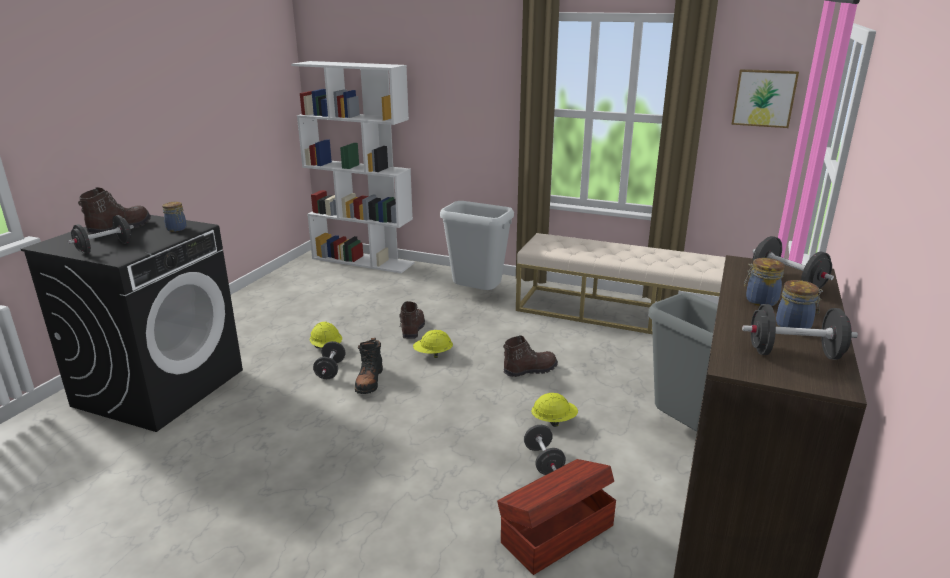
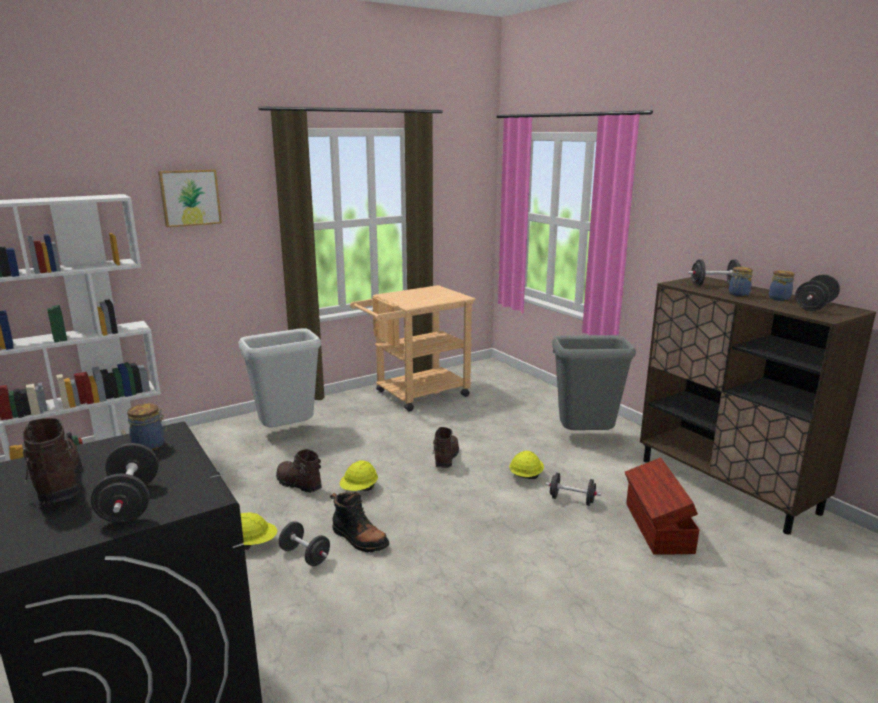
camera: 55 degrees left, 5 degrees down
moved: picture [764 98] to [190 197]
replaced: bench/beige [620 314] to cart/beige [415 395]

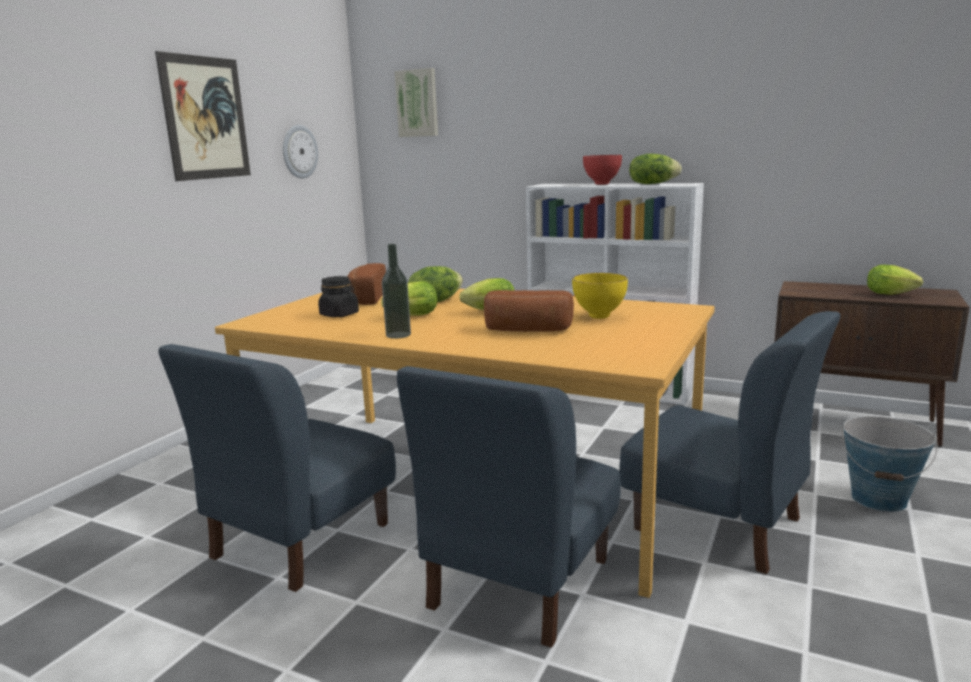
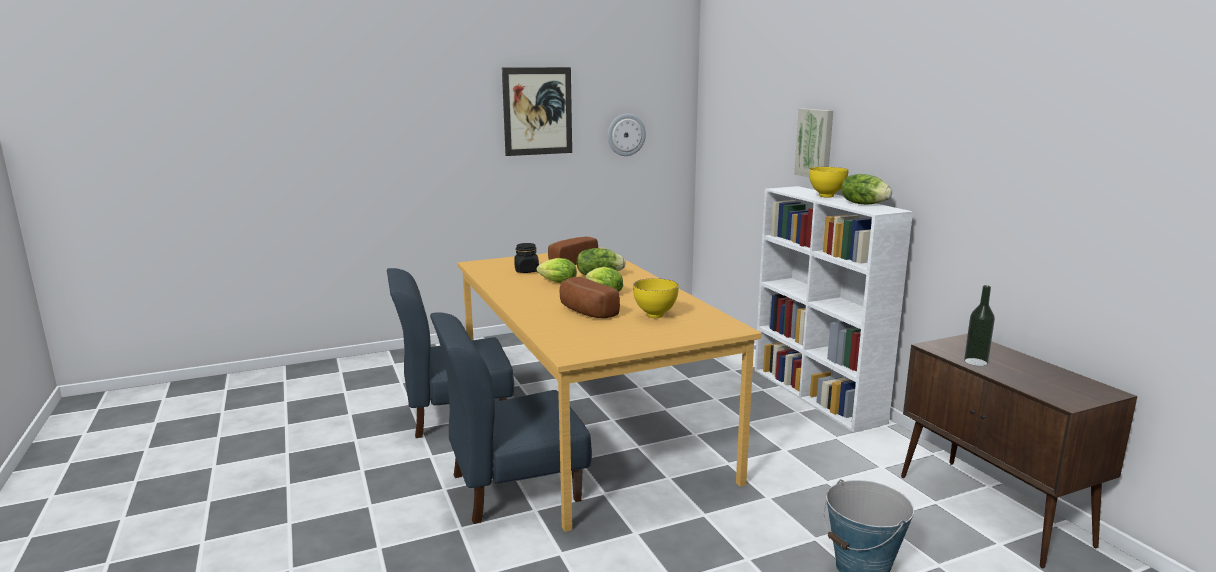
camera: 40 degrees right, 0 degrees up
removed: chair/blue [718 524]; lettuce [892 294]
moved: bottle [398 335] to [975 362]; picture [418 103] to [815 143]
recoloured: bowl/red [602 184] to bowl/yellow [827 196]

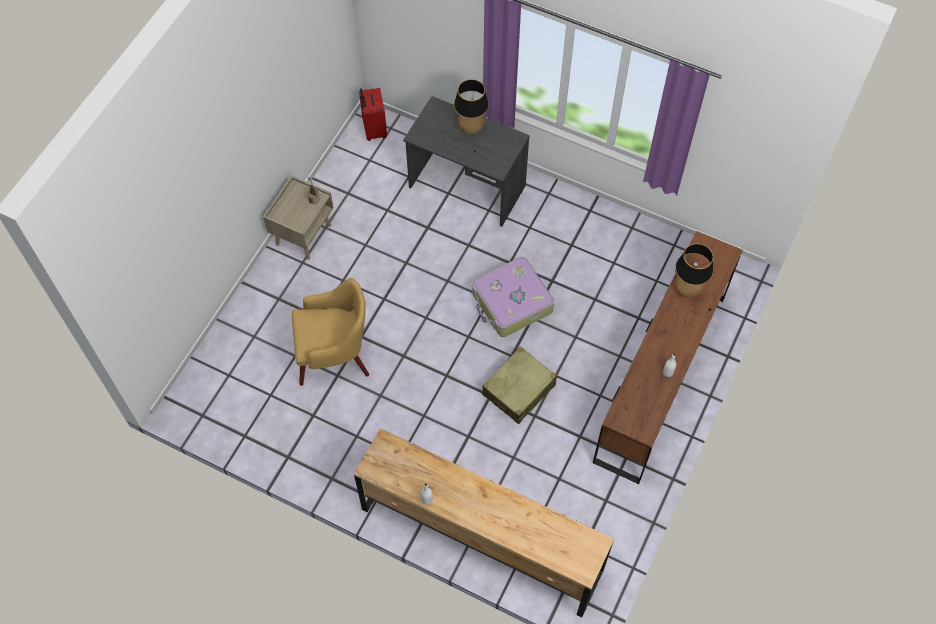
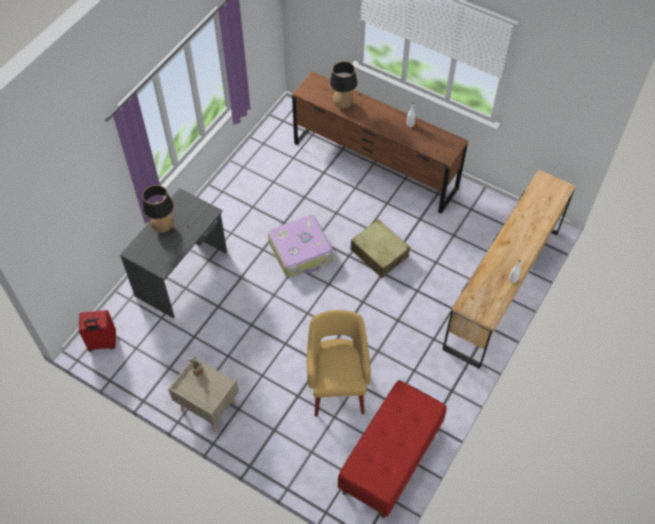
camera: 85 degrees left, 5 degrees down
added: bench/red [390 460]

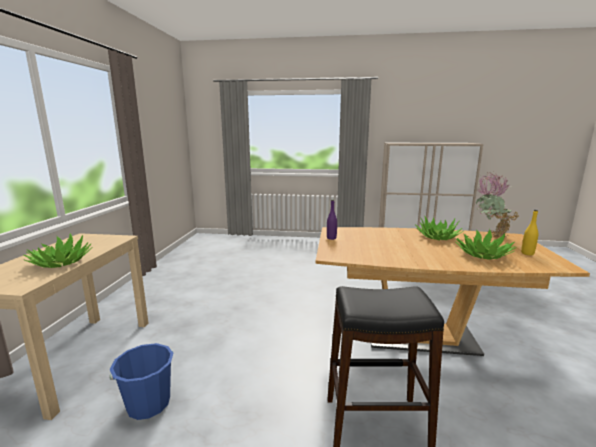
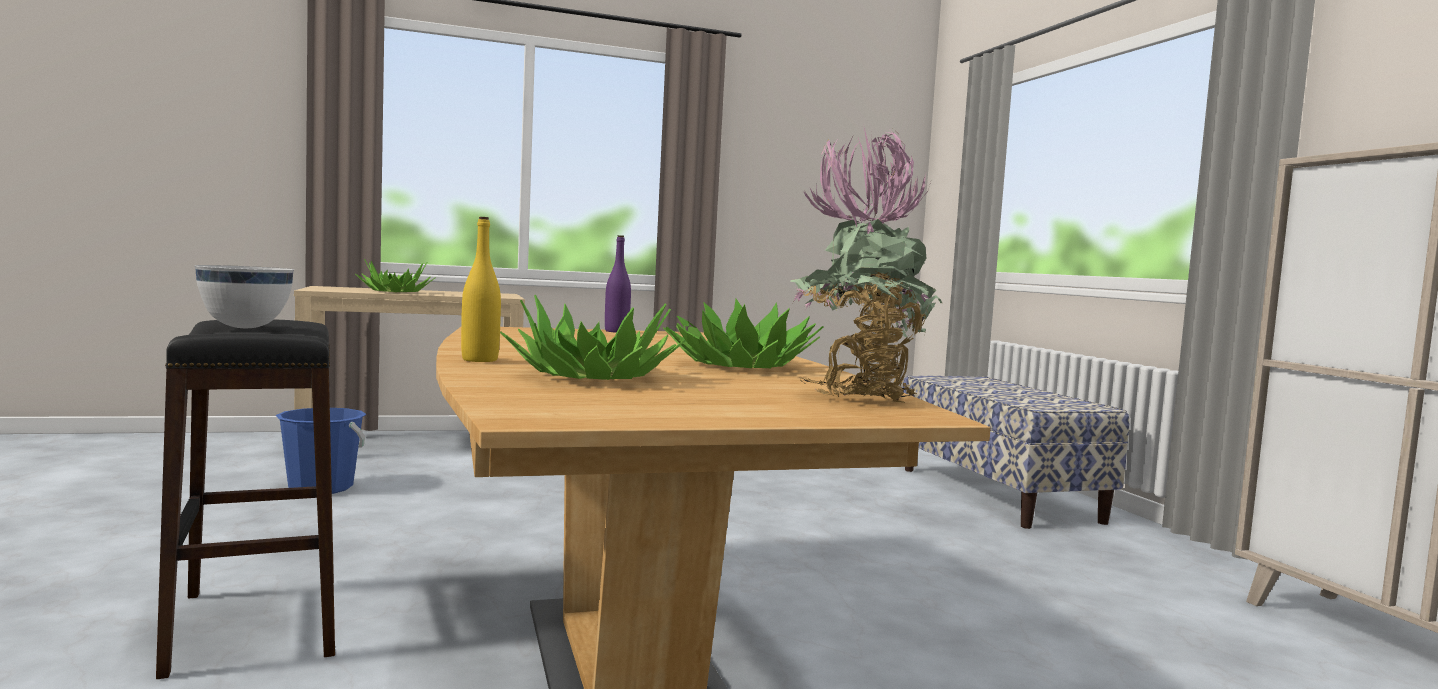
camera: 65 degrees right, 10 degrees down
added: bowl/white [246 328]; bench [997 494]
moved: bottle/yellow [527 253] to [480 360]

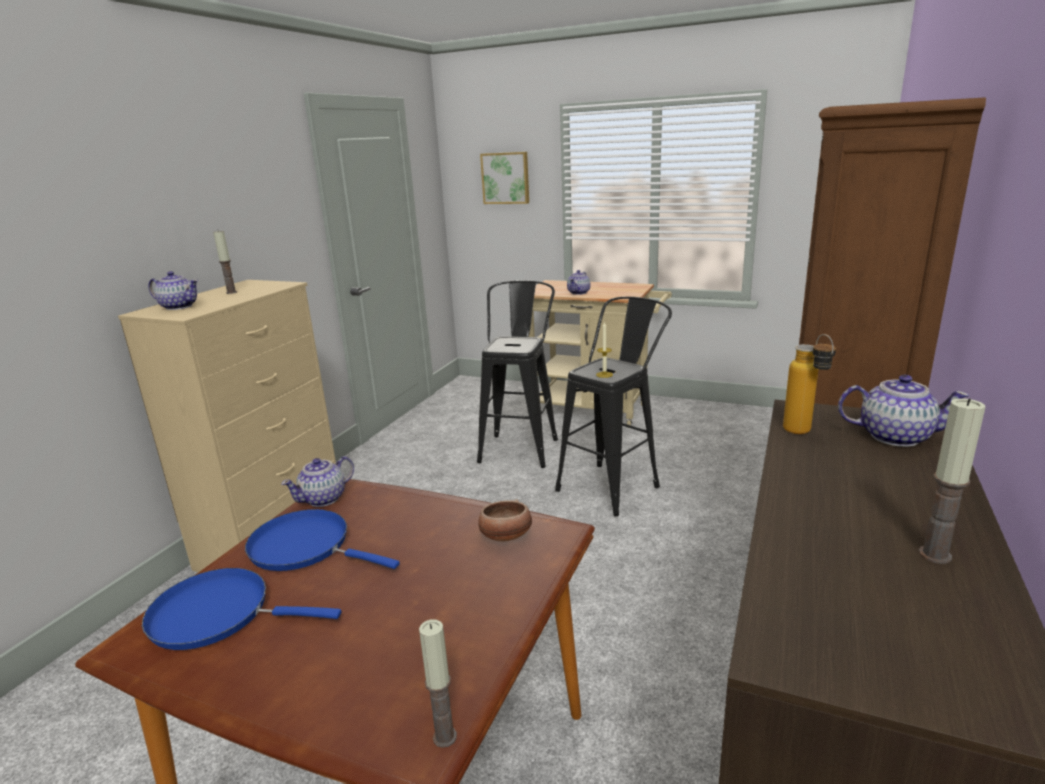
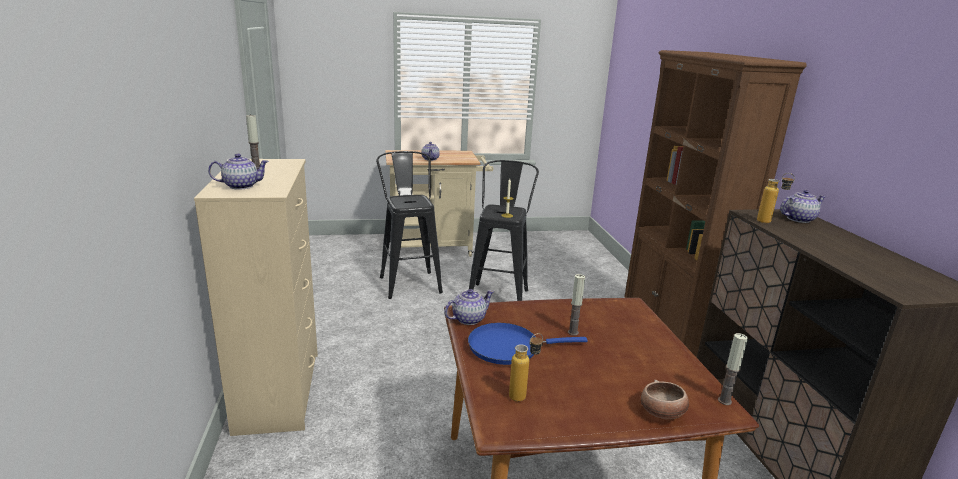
camera: 35 degrees left, 0 degrees up
removed: picture [506 178]
moved: bowl [505 536] to [662 413]; candle [935 555] to [573 332]
replaced: frying pan/blue [218 614] to bottle [523 395]
turned: teapot [324 498] = [468 319] 135 degrees counterclockwise

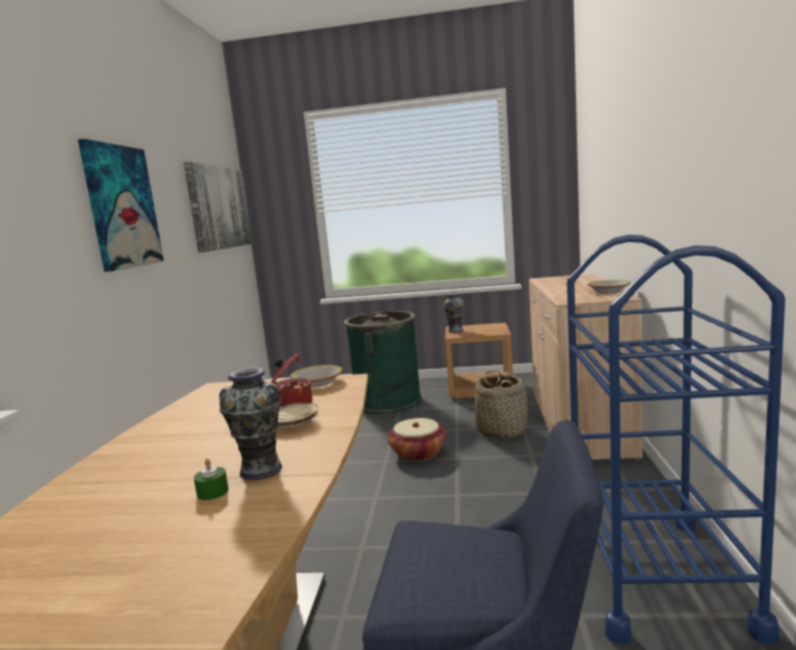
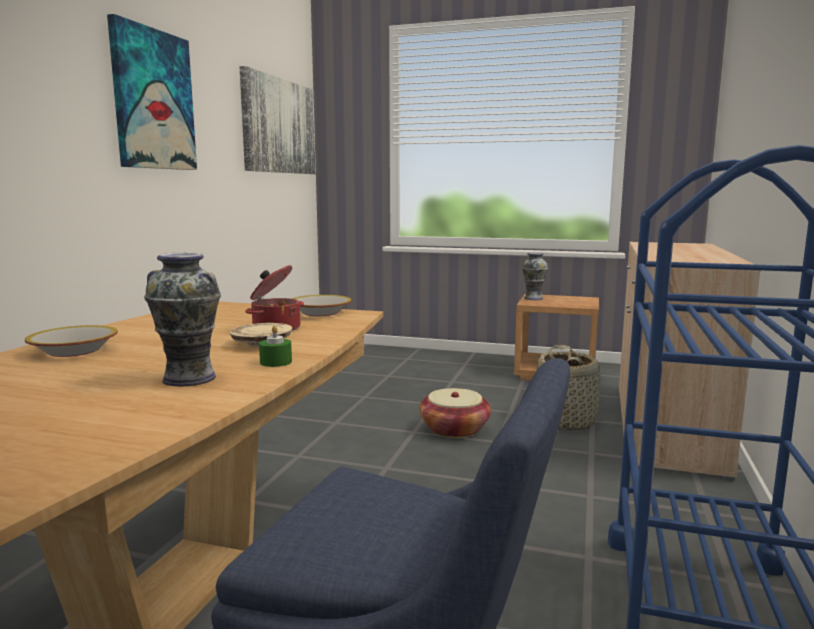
camera: 10 degrees right, 0 degrees up
removed: trash can/green [388 402]
moved: candle/green [212 492] to [276 362]; bowl [609 291] to [74 351]

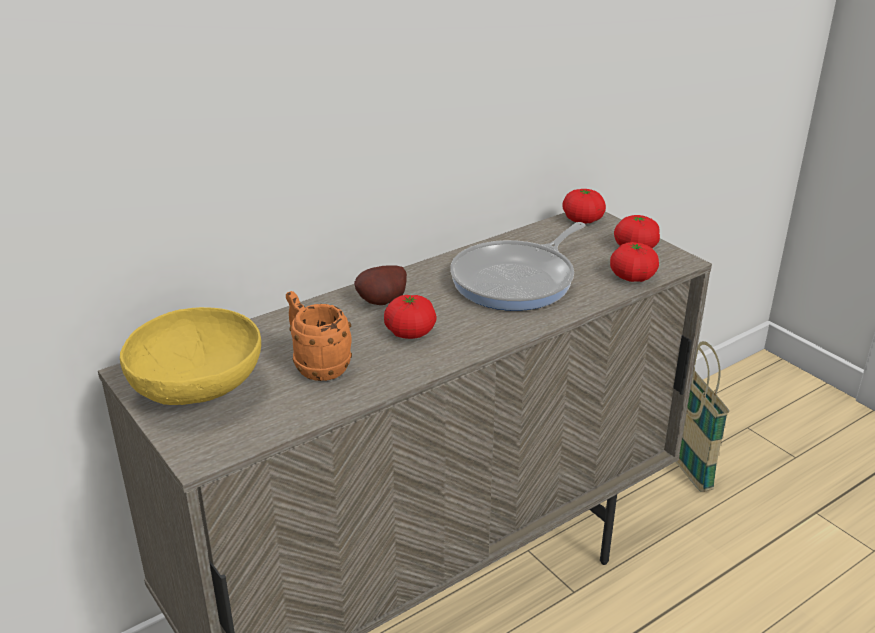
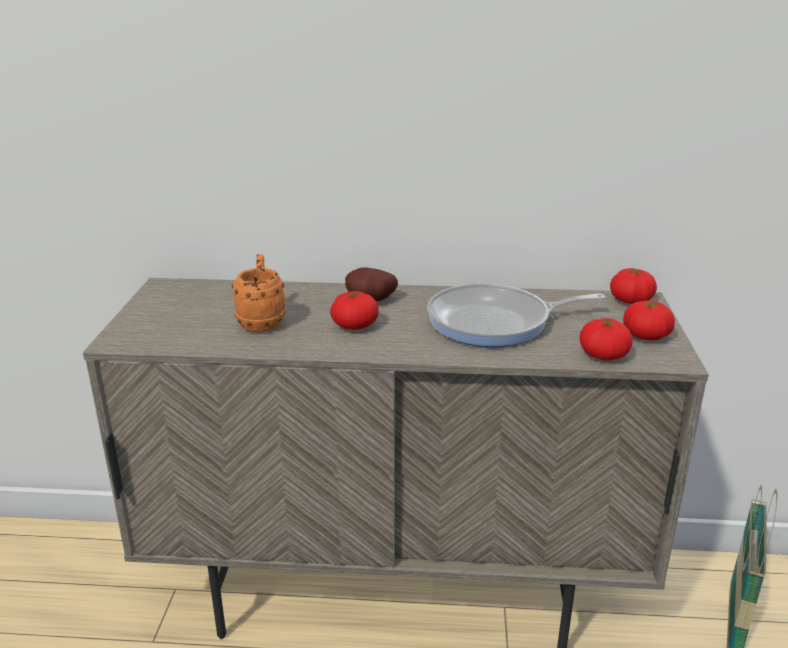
camera: 40 degrees right, 5 degrees down
removed: bowl/yellow [199 390]

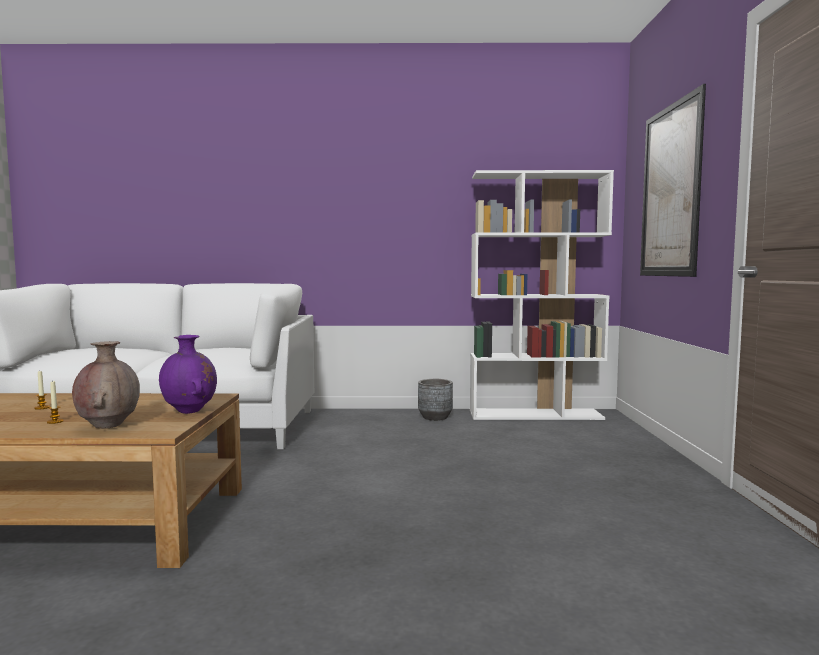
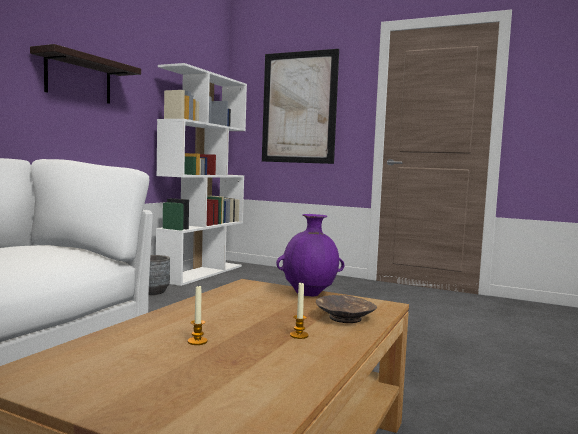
camera: 65 degrees left, 0 degrees up
added: shelf [78 78]
replaced: vase/brown [108 426] to bowl/brown [344 318]

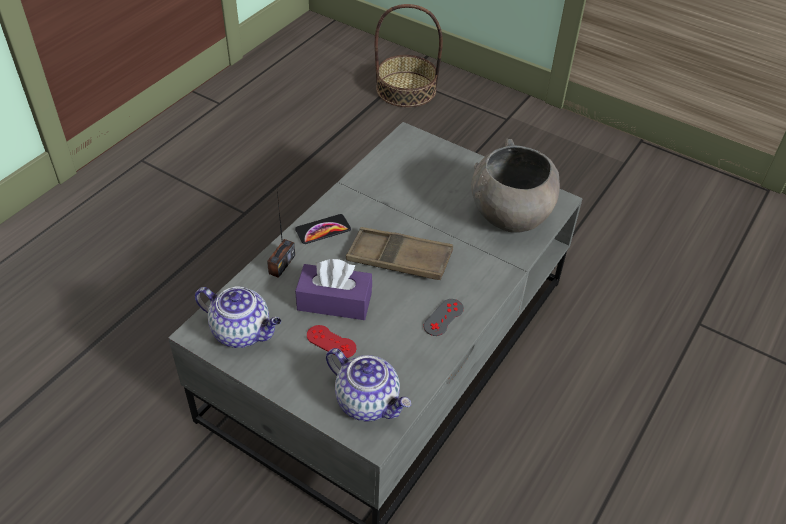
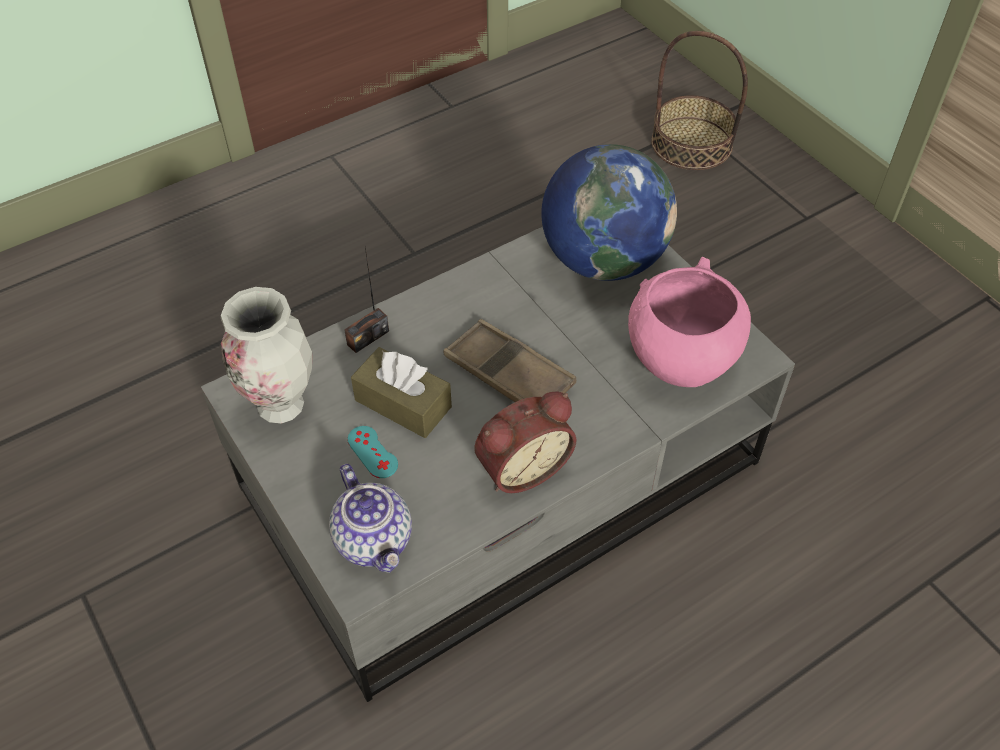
camera: 25 degrees right, 5 degrees up
removed: phone [323 230]
added: globe [603 260]
replaced: teapot [243 332] to vase [281 407]; game controller/grey [443 317] to alarm clock [521 466]
recoloured: tissue box/purple [334 301] to tissue box/brown [403 403]; game controller/red [331 342] to game controller/turquoise [372 452]; bowl/grey [509 216] to bowl/pink [680 360]

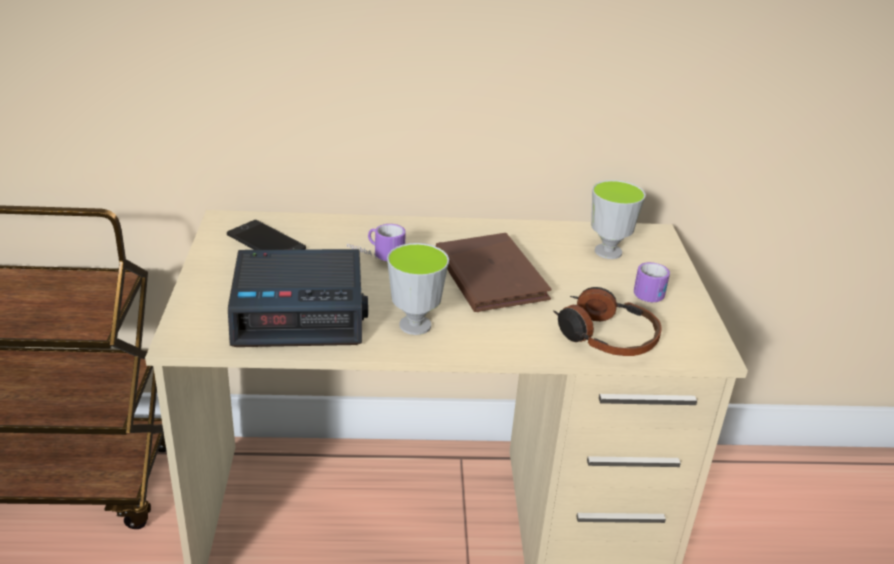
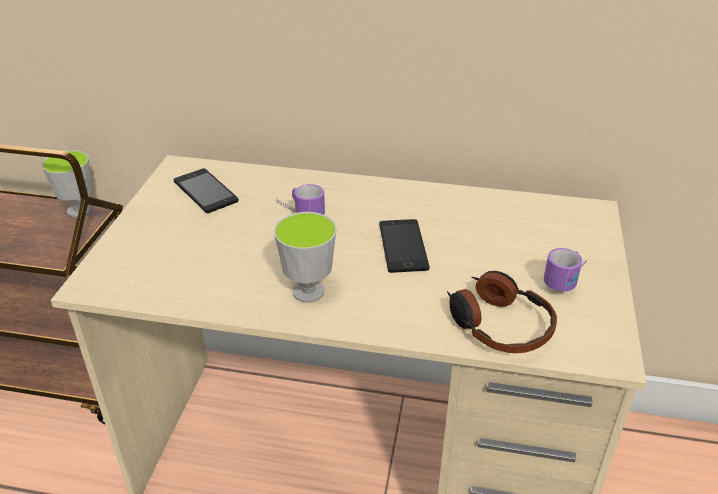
camera: 15 degrees right, 5 degrees up
removed: alarm clock [300 311]
moved: cup [608 252] to [79 210]
replaced: book/brown [490 277] to phone [403 246]

